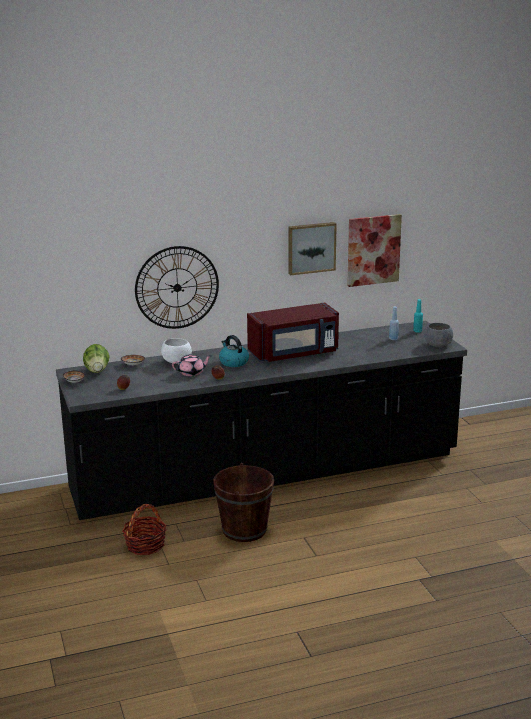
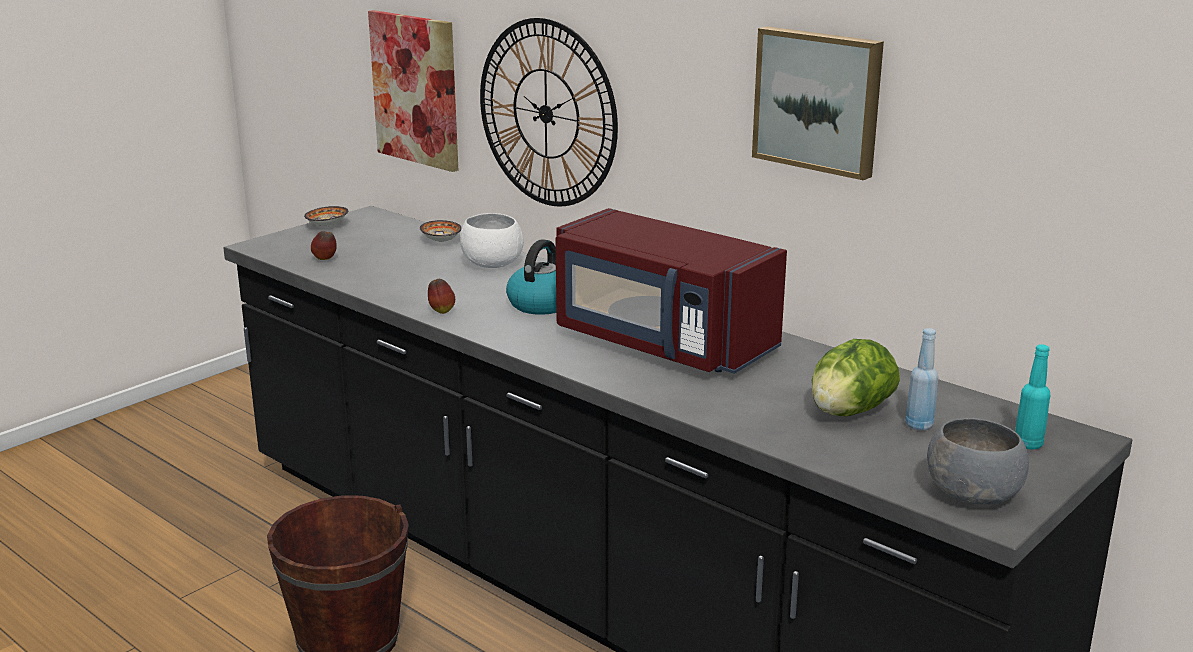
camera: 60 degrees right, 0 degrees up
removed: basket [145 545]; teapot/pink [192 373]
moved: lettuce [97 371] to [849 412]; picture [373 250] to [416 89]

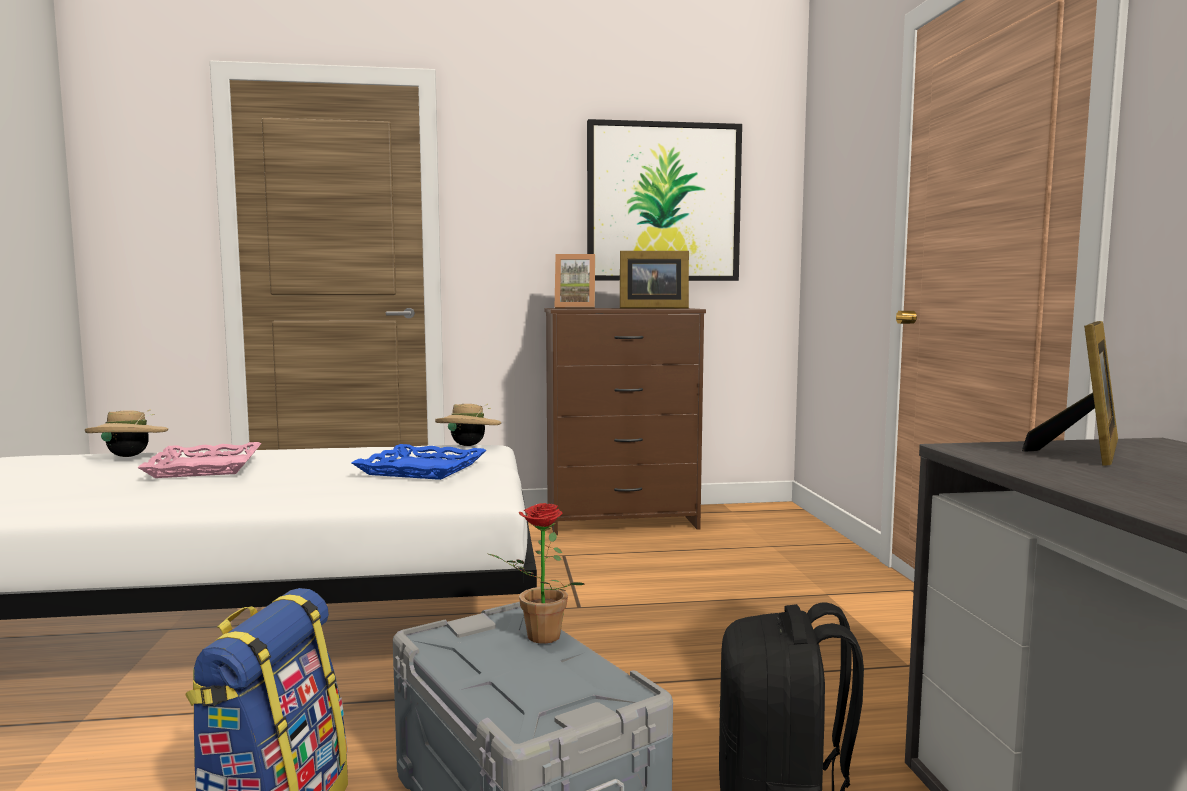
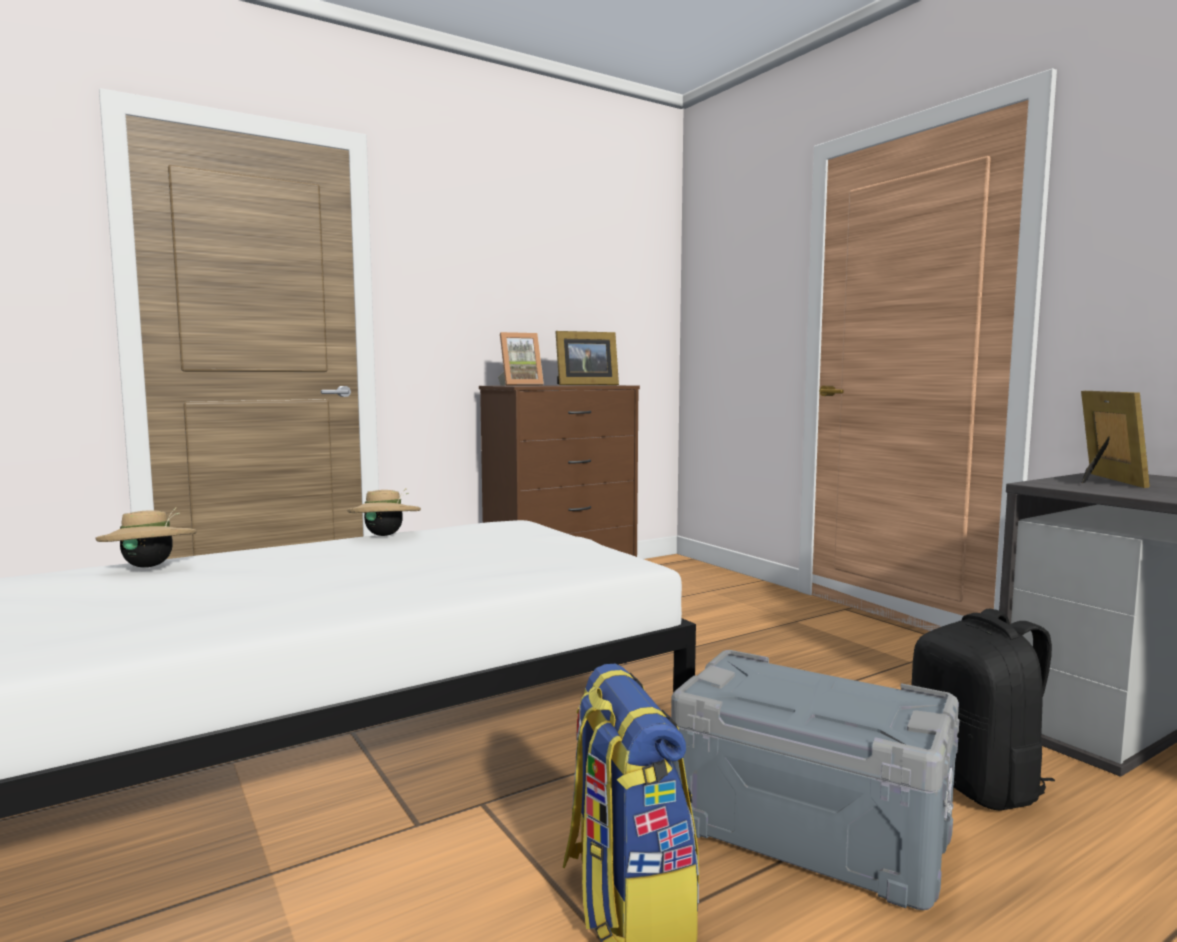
camera: 25 degrees left, 0 degrees up
removed: tray/pink [206 467]; tray/blue [421 469]; potted plant [537 638]; picture [663 202]
moved: hat/beige [469 445] to [385 535]

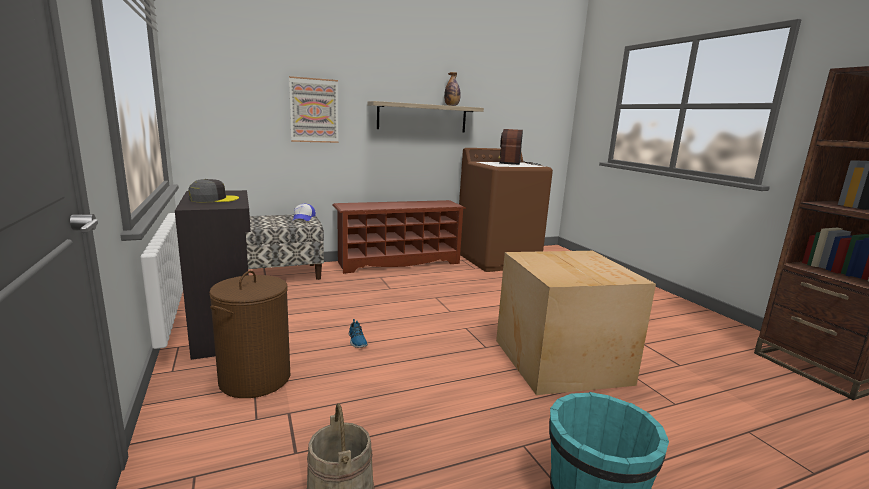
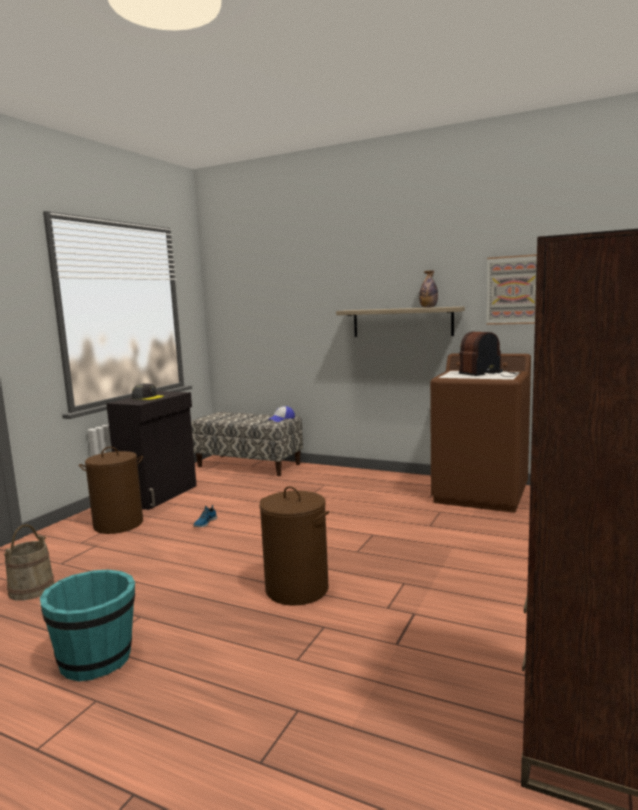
camera: 50 degrees right, 5 degrees down
removed: shoe rack/brown [398 262]
moved: picture [314 110] to [513 290]
replaced: cardboard box [561 360] to laundry basket/brown [297 589]

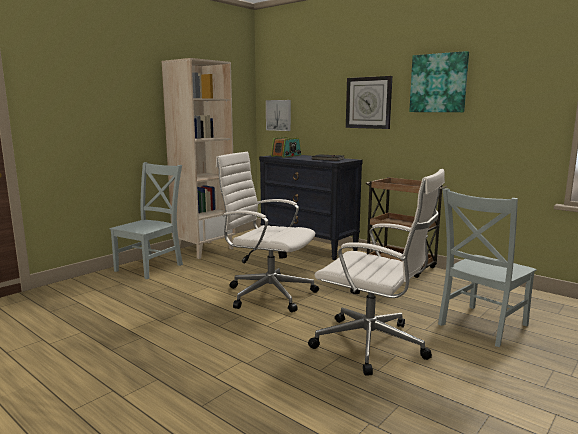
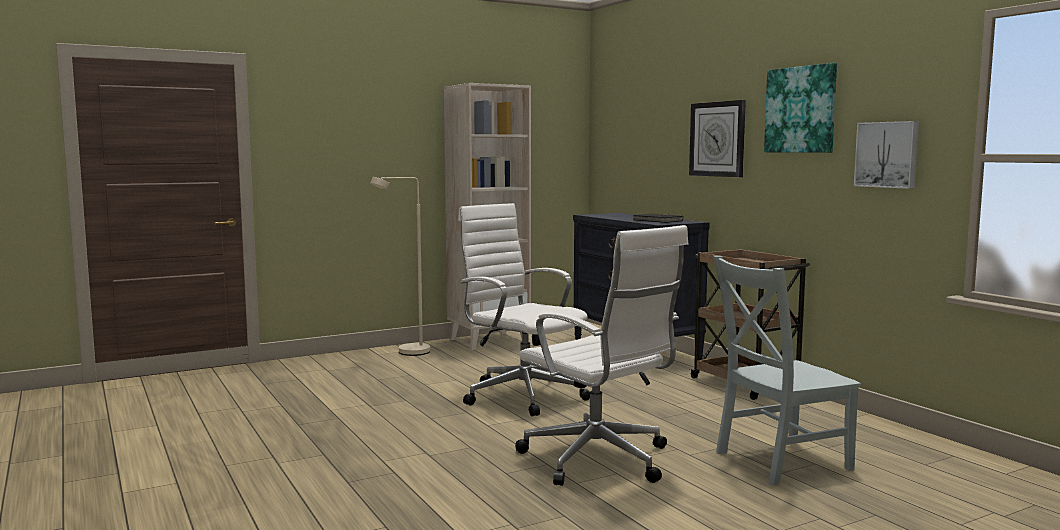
camera: 20 degrees right, 5 degrees down
removed: radio [286 156]
moved: picture [279 115] to [887 154]
replaced: chair/grey [151 267] to floor lamp/beige [406 353]

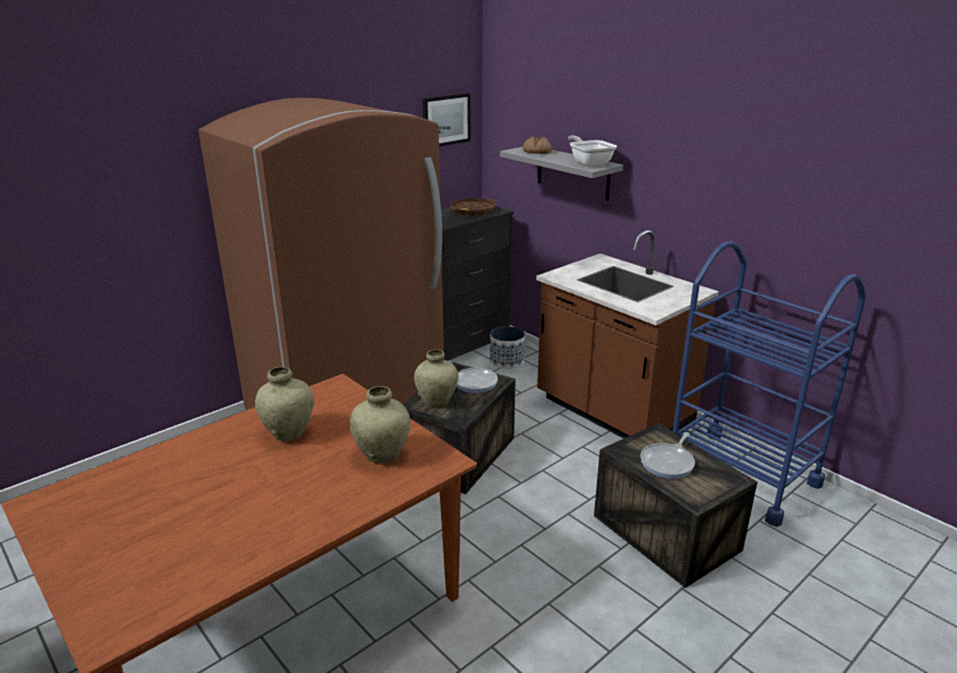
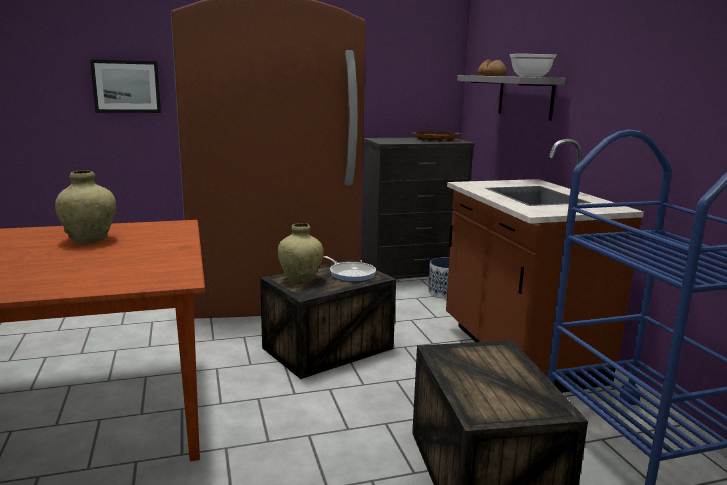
camera: 25 degrees right, 10 degrees down
removed: vase/beige [382 455]; frying pan [668 462]
moved: picture [446 120] to [126 86]

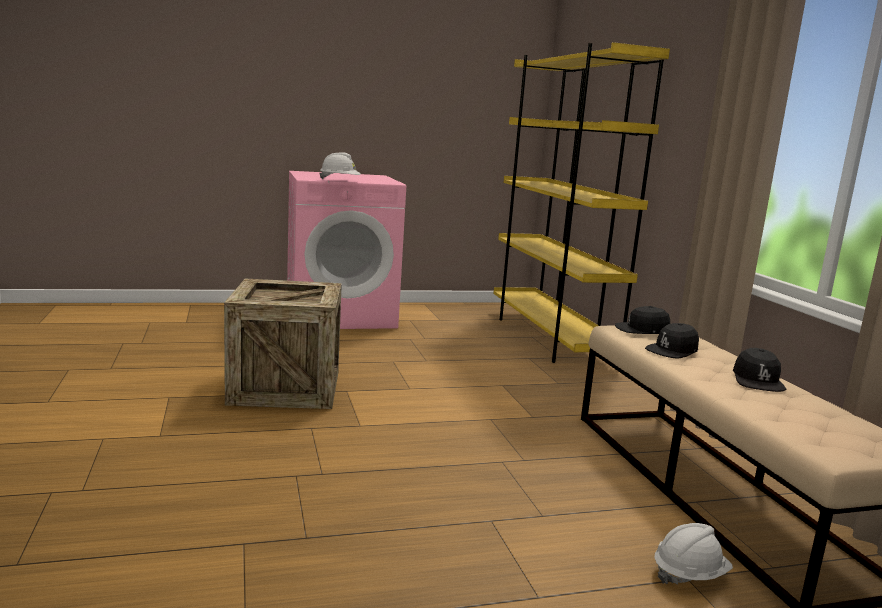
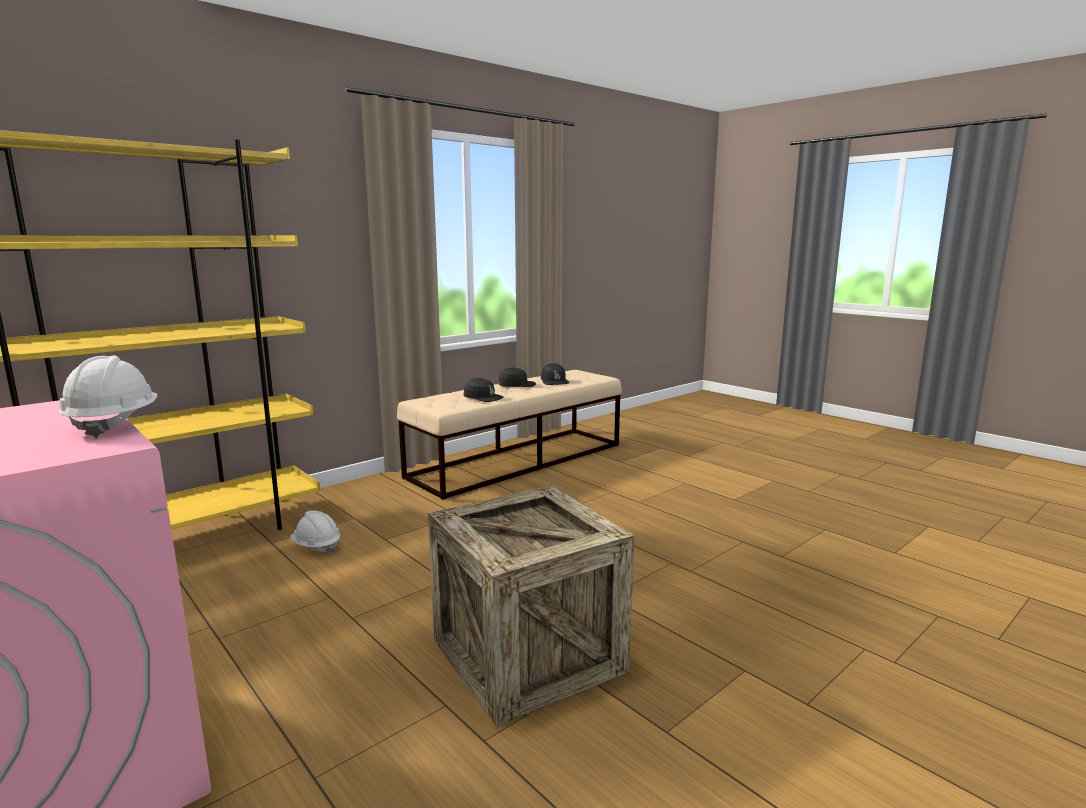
camera: 115 degrees left, 0 degrees up
moved: cap/black [642 330] to [554 381]; hard hat/white [689 575] to [316 547]

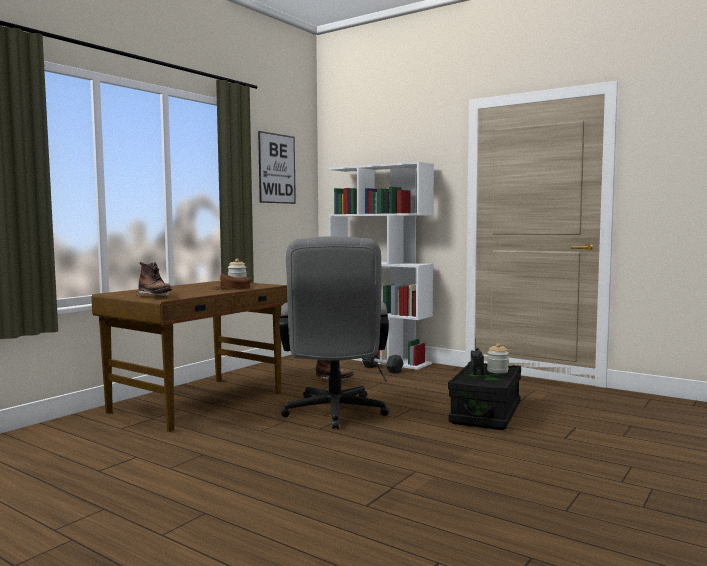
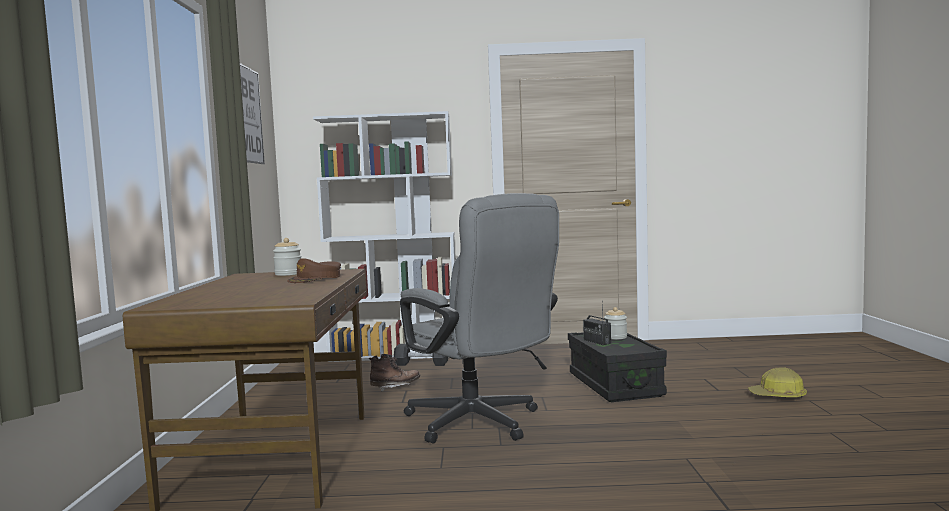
camera: 35 degrees left, 0 degrees up
removed: boot/brown [155 297]
added: hard hat [778 396]

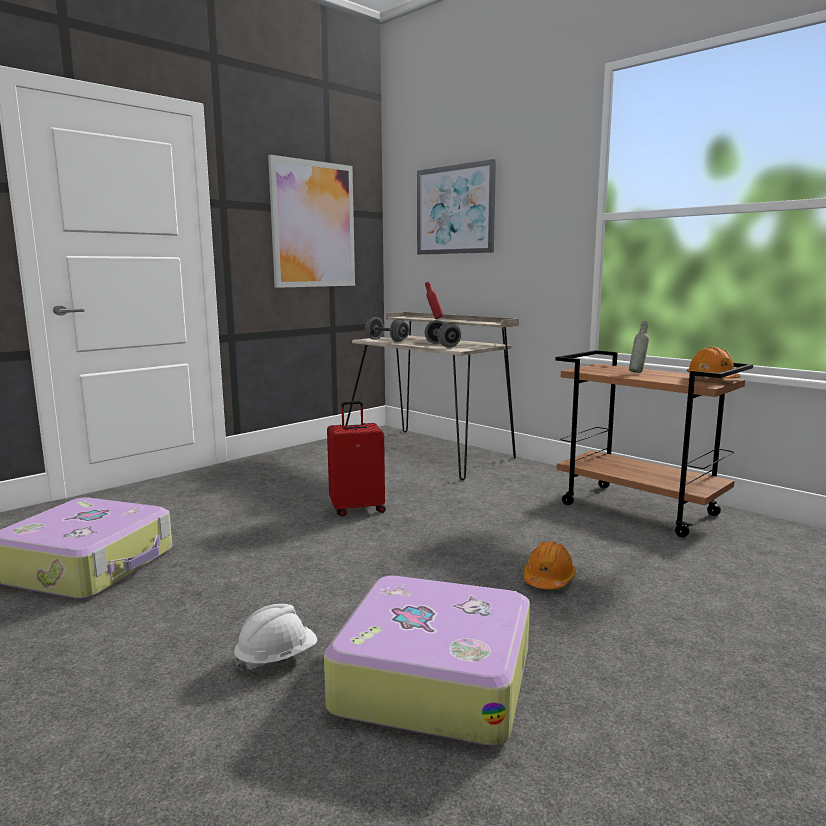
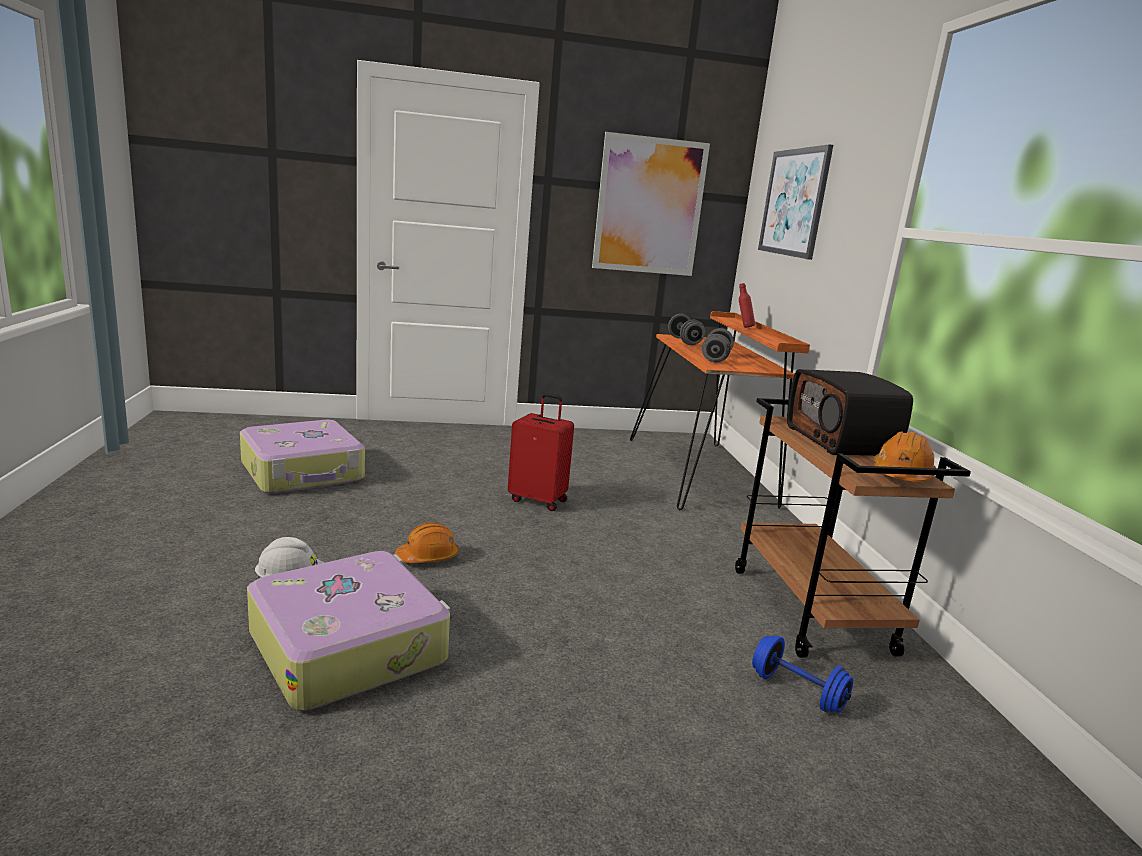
camera: 35 degrees right, 5 degrees up
added: dumbbell/blue [797 691]
moved: hard hat/orange [548 579] to [428 557]
replaced: bottle/grey [637 372] to radio [841 441]
recoloured: desk/beige [430 451] to desk/orange [702 472]

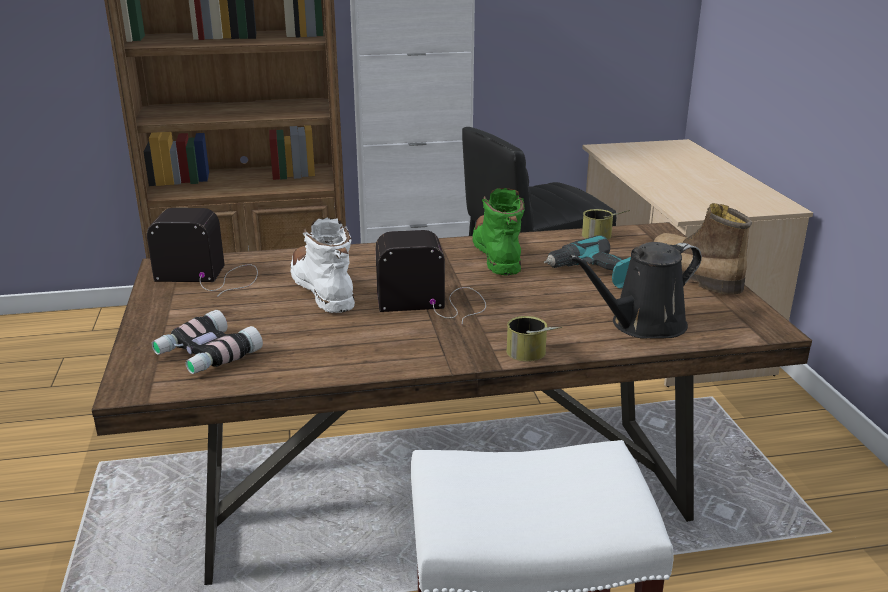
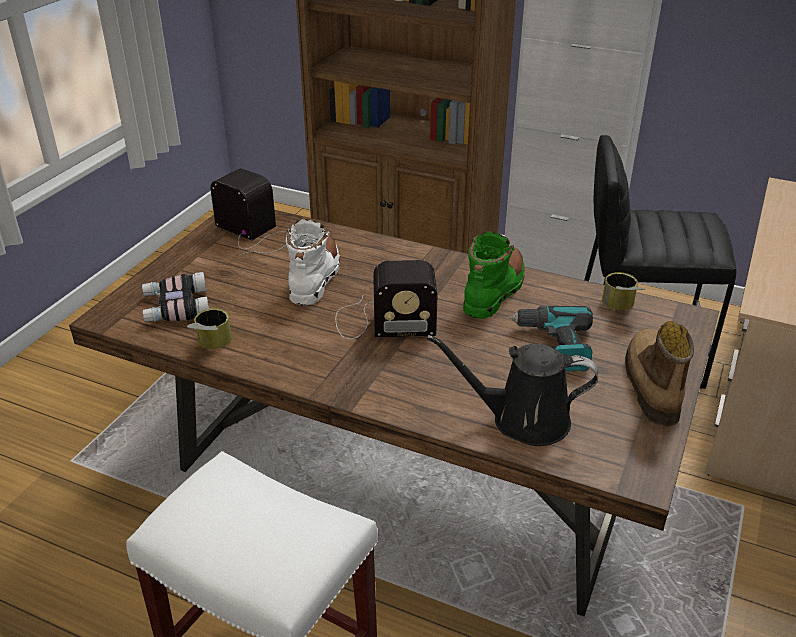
camera: 35 degrees right, 10 degrees up
moved: can [532 357] to [211 345]
turned: radio [434 302] = [381 322] 150 degrees clockwise

